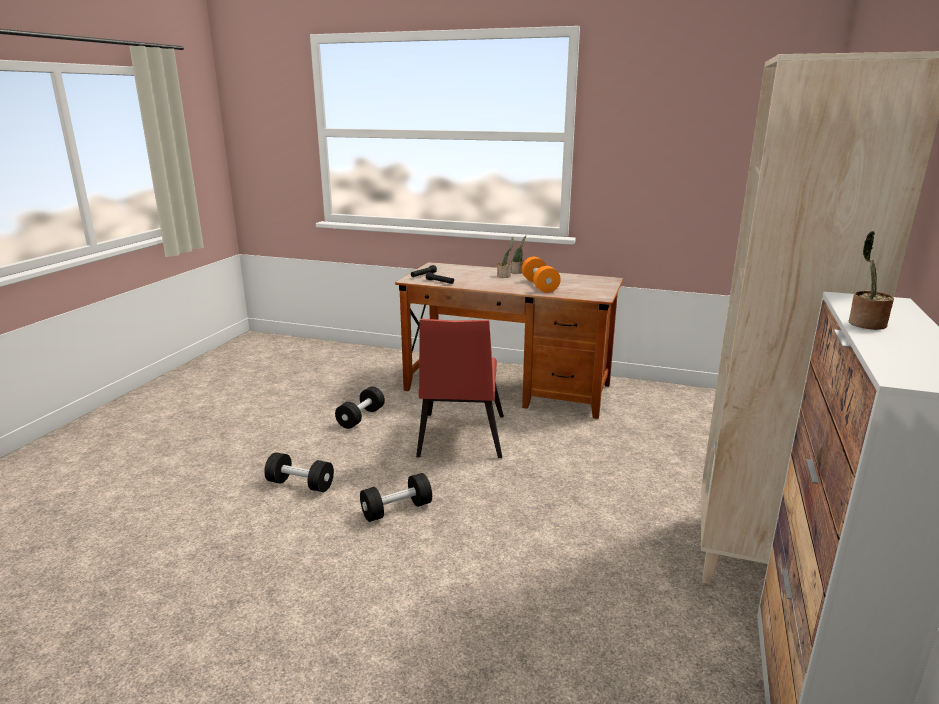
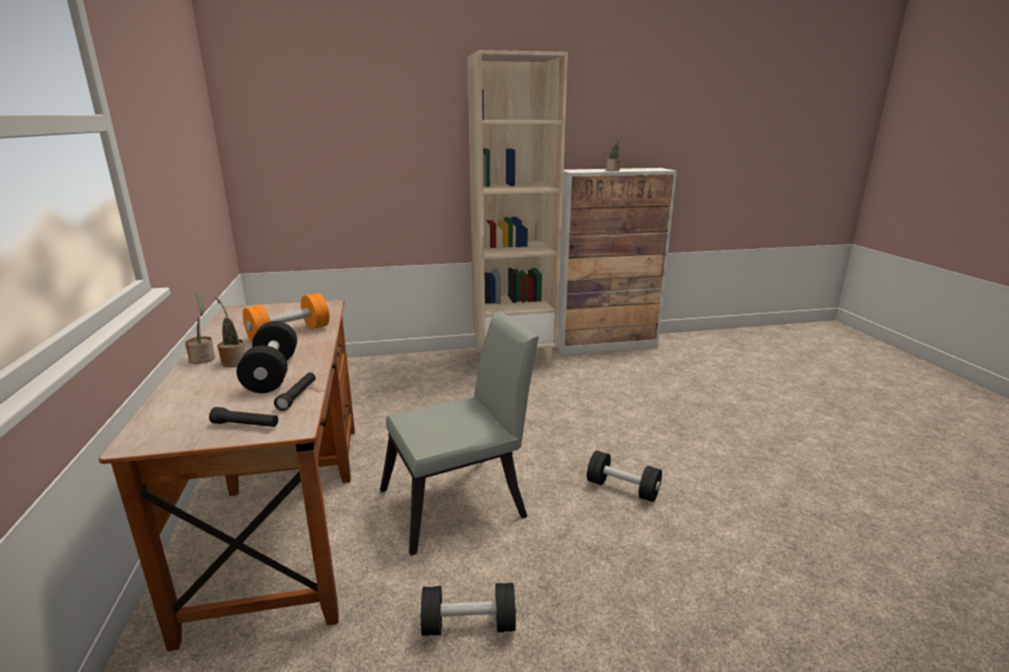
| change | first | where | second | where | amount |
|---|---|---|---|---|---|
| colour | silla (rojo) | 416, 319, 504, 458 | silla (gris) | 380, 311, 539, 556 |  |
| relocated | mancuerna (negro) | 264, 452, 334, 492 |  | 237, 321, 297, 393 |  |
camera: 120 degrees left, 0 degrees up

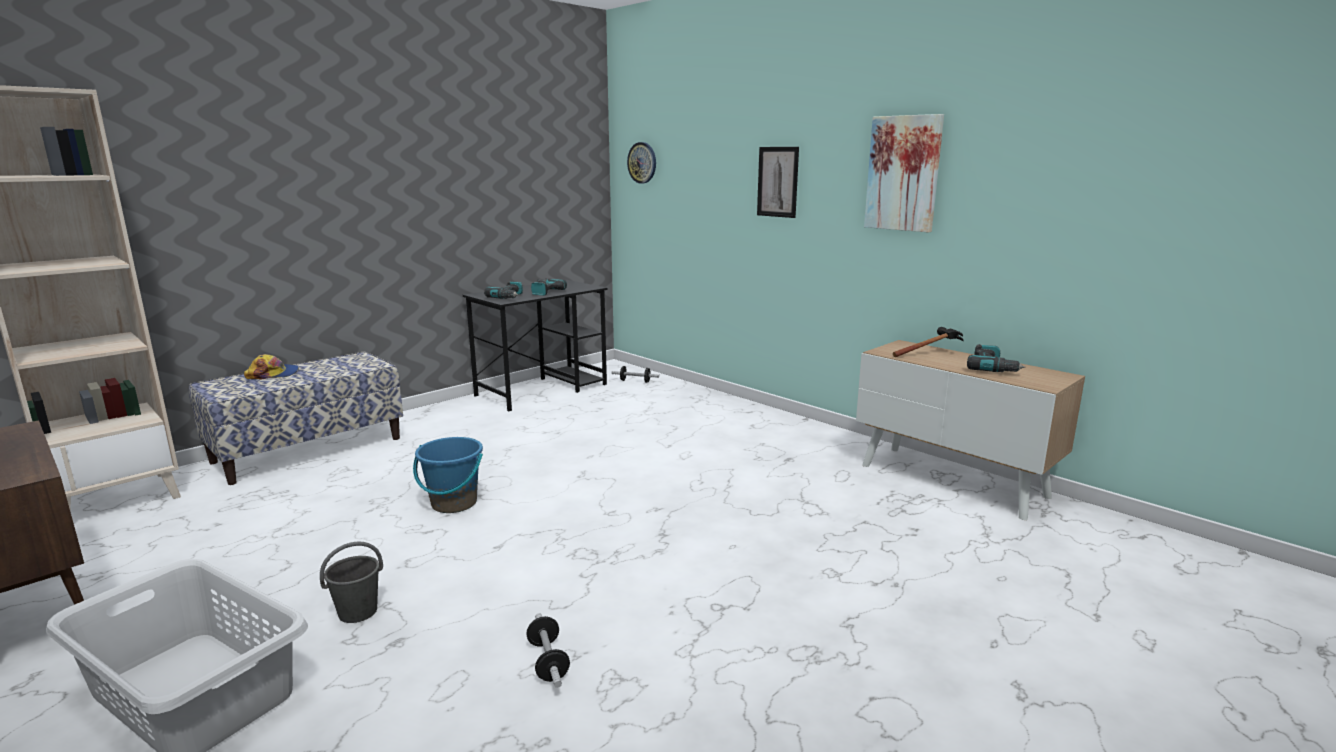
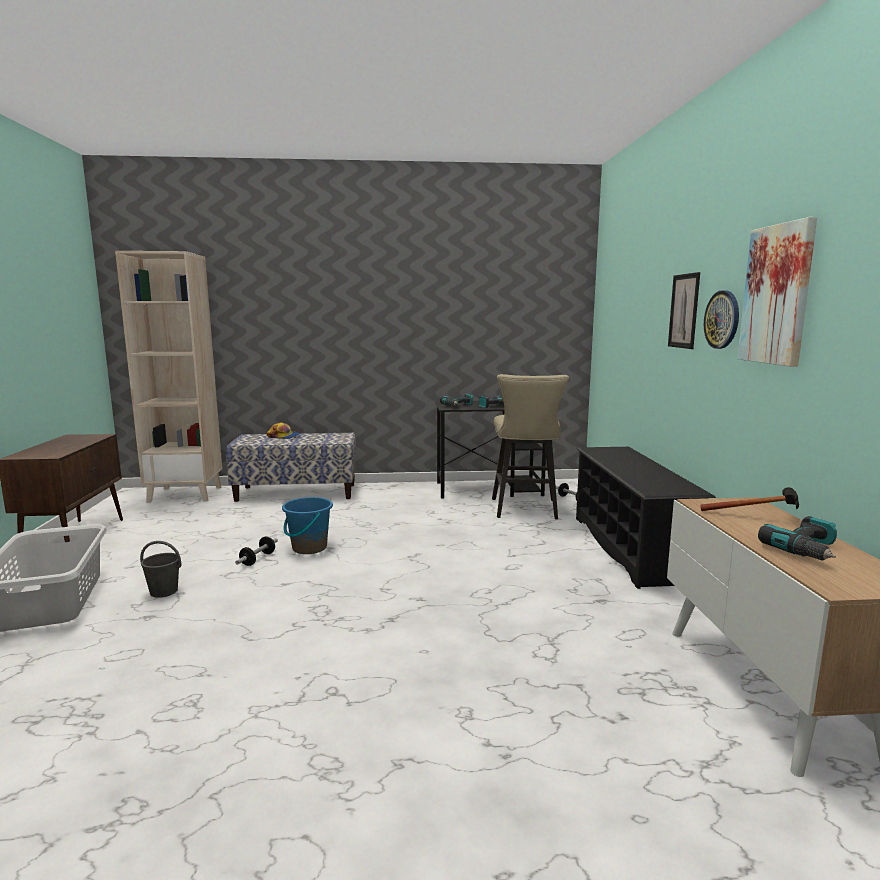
| change | first | where | second | where | amount |
|---|---|---|---|---|---|
| relocated | reloj de pared | 627, 142, 656, 184 |  | 704, 291, 739, 349 |  |
| relocated | mancuerna | 526, 613, 570, 688 |  | 235, 537, 278, 566 |  |
| appeared |  |  | taburete (beis) | 492, 374, 569, 519 |  |
| appeared |  |  | zapatero (negro) | 576, 447, 716, 589 |  |
camera: 40 degrees right, 5 degrees down

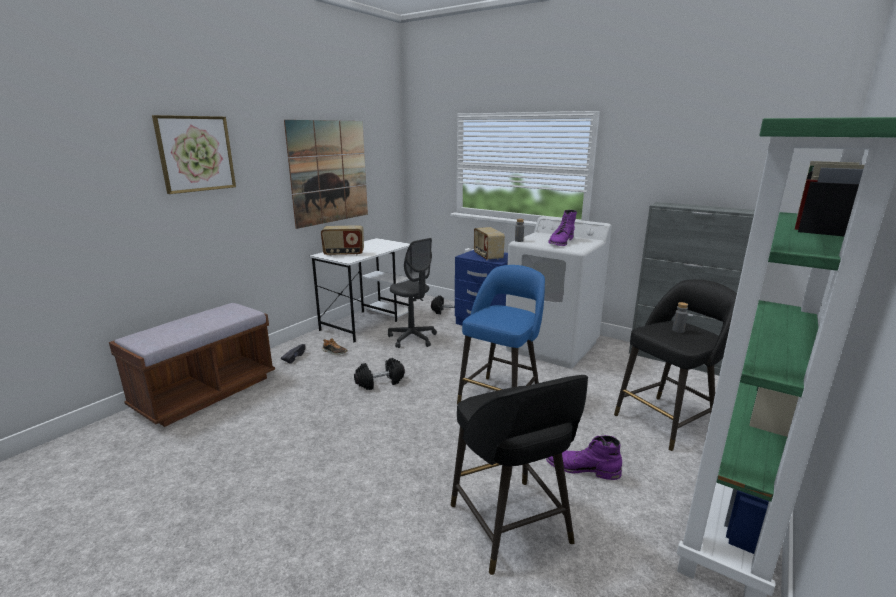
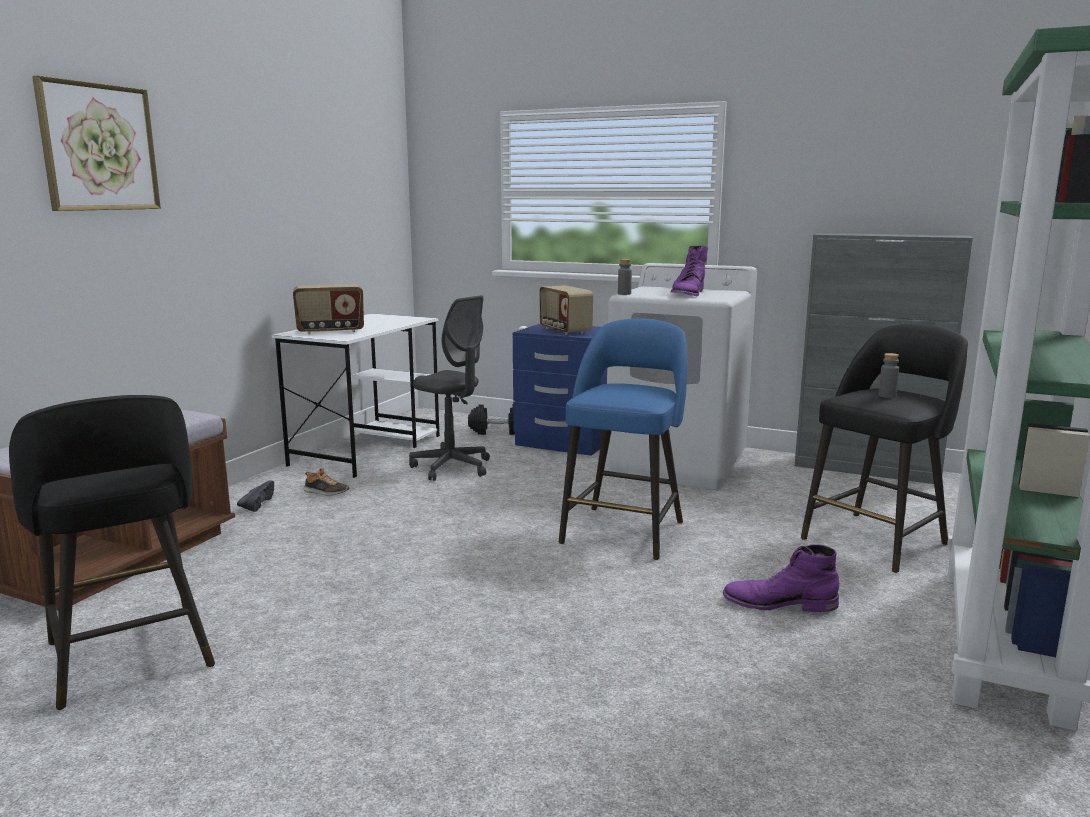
| change | first | where | second | where | amount |
|---|---|---|---|---|---|
| missing | cuadro | 284, 120, 368, 229 |  |  |  |
| missing | mancuerna (negro) | 354, 358, 405, 390 |  |  |  |
| relocated | taburete (negro) | 451, 375, 588, 575 |  | 9, 395, 215, 710 |  |
camera: 10 degrees left, 5 degrees down

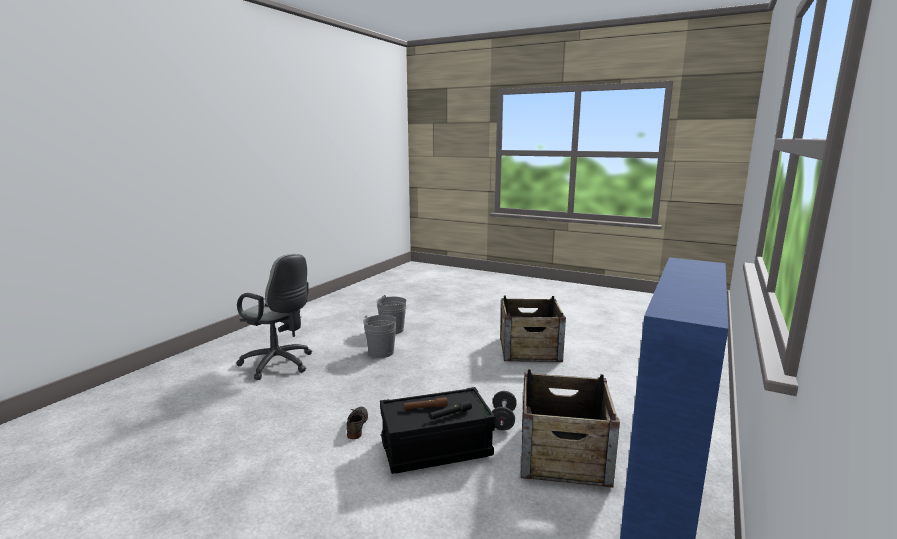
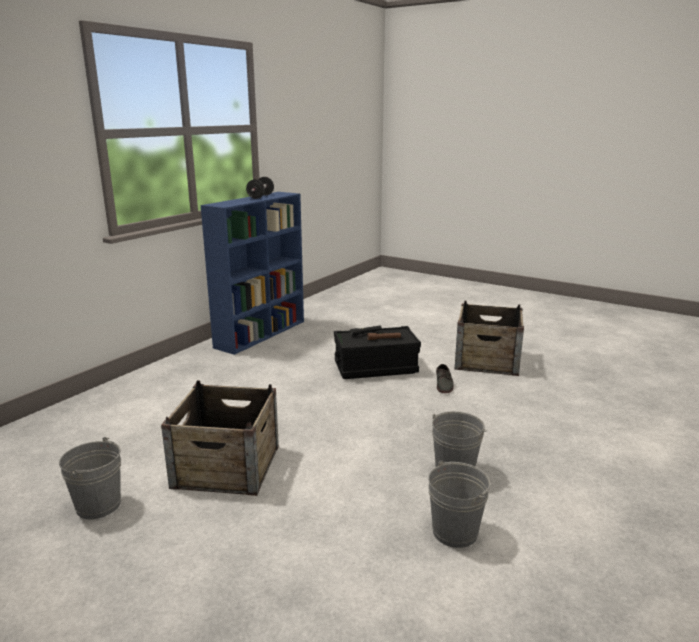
| change | first | where | second | where | amount |
|---|---|---|---|---|---|
| missing | silla de oficina (gris) | 236, 254, 312, 380 |  |  |  |
| relocated | caja de embalaje | 521, 369, 620, 488 |  | 455, 301, 524, 376 |  |
| relocated | mancuerna (negro) | 492, 391, 517, 431 |  | 246, 177, 274, 199 |  |
| appeared |  |  | cubo (gris) | 59, 437, 121, 519 |  |
camera: 175 degrees left, 5 degrees up

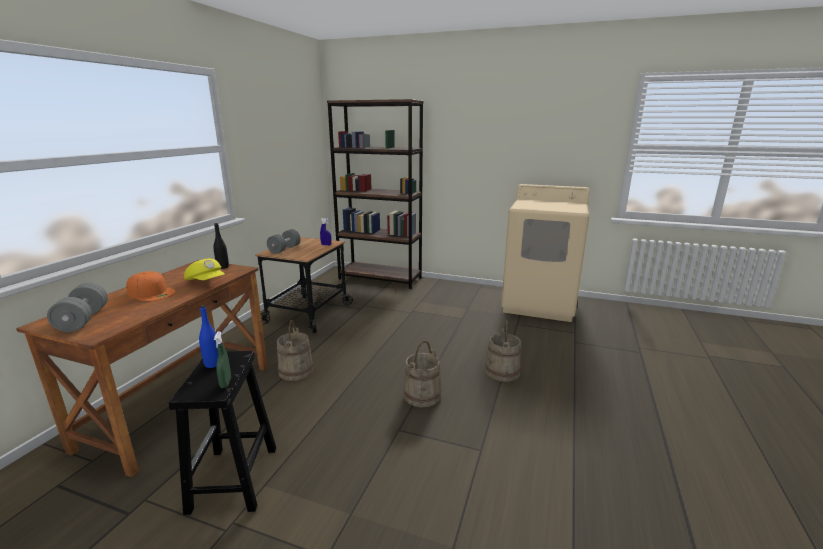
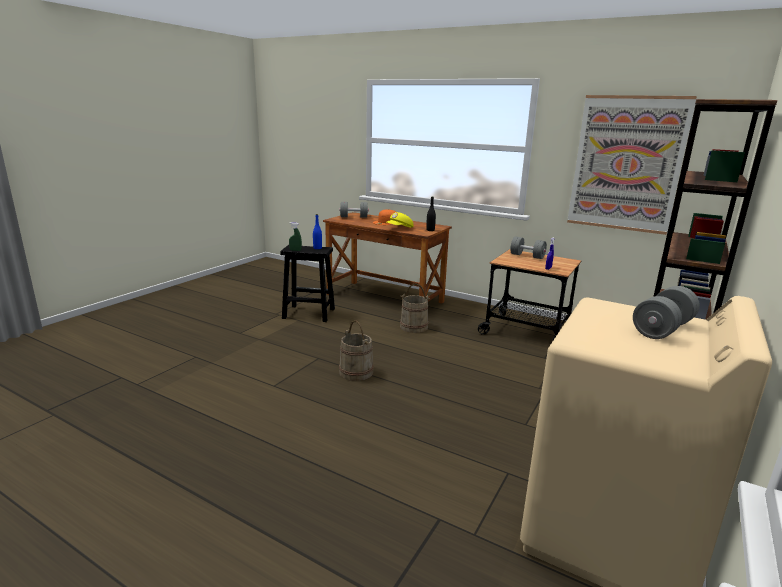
| change | first | where | second | where | amount |
|---|---|---|---|---|---|
| missing | cubo (beis) | 485, 321, 521, 382 |  |  |  |
| appeared |  |  | cuadro | 567, 95, 697, 235 |  |
| appeared |  |  | mancuerna (gris) | 633, 286, 700, 339 |  |
camera: 100 degrees right, 0 degrees up

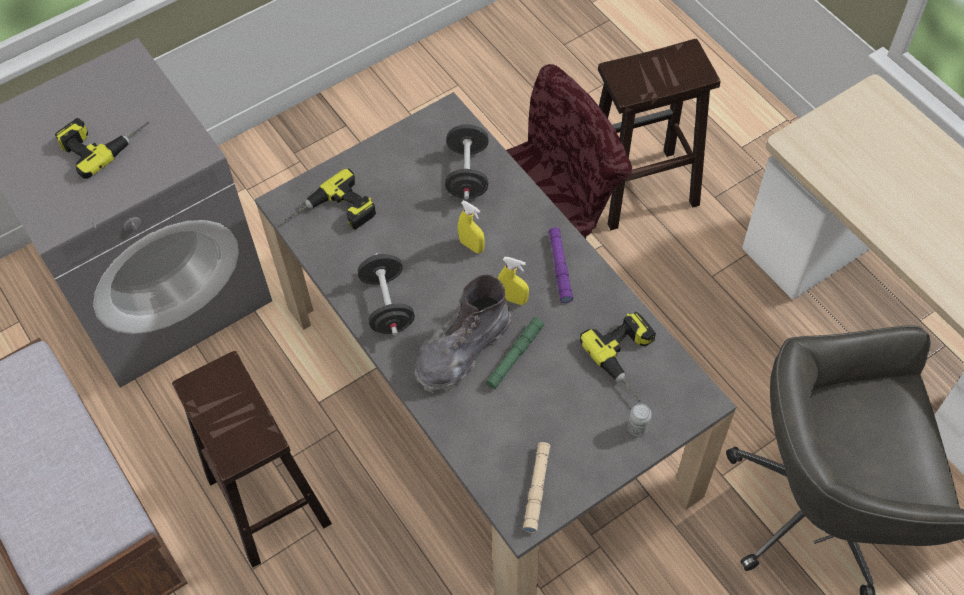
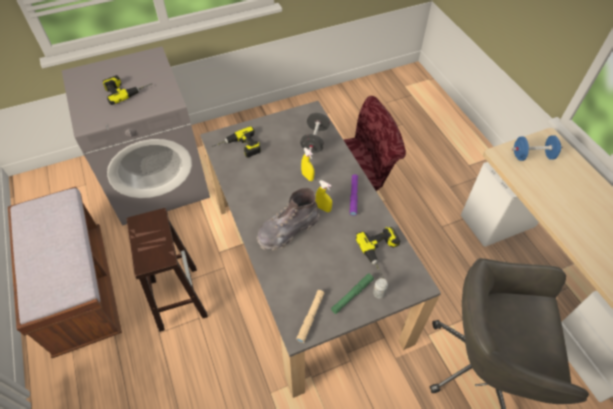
| change | first | where | second | where | amount |
|---|---|---|---|---|---|
| missing | taburete (marrón) | 598, 39, 720, 230 |  |  |  |
| missing | mancuerna (negro) | 357, 253, 415, 336 |  |  |  |
| relocated | linterna (verde) | 486, 317, 544, 389 |  | 331, 273, 374, 314 |  |
| appeared |  |  | mancuerna (azul) | 511, 135, 563, 161 |  |
camera: 10 degrees right, 5 degrees down

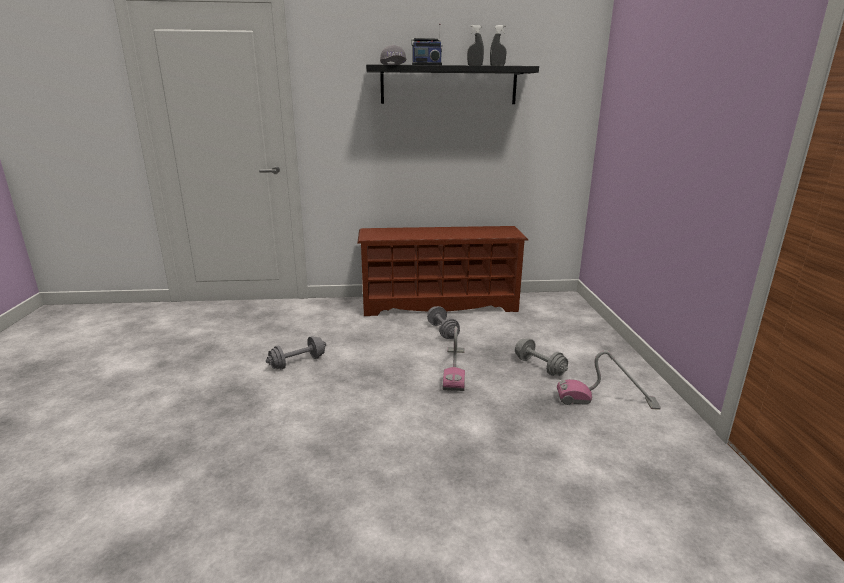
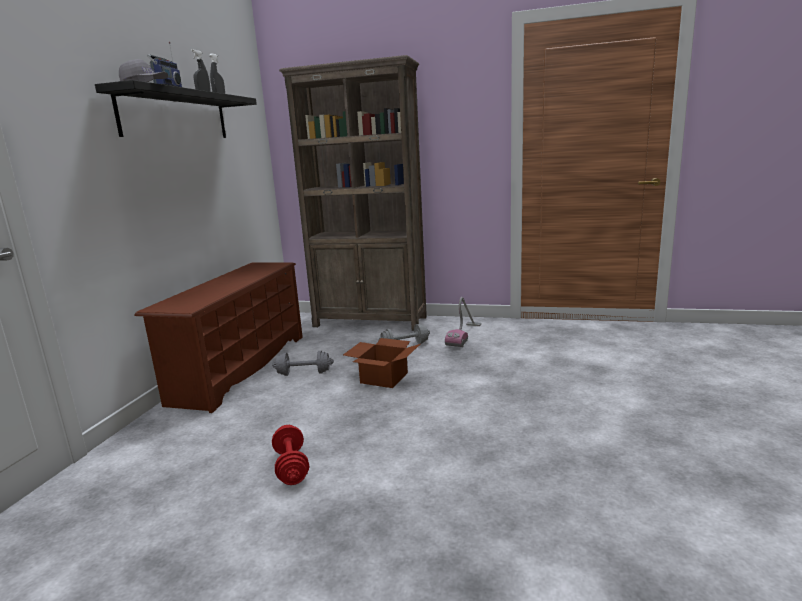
| change | first | where | second | where | amount |
|---|---|---|---|---|---|
| exchanged | aspiradora | 443, 326, 465, 391 | caja de cartón | 343, 338, 420, 388 |  |
| colour | mancuerna (gris) | 266, 336, 326, 369 | mancuerna (rojo) | 272, 425, 309, 485 |  |
| appeared |  |  | estantería (marrón) | 279, 55, 427, 331 |  |
camera: 70 degrees left, 5 degrees down

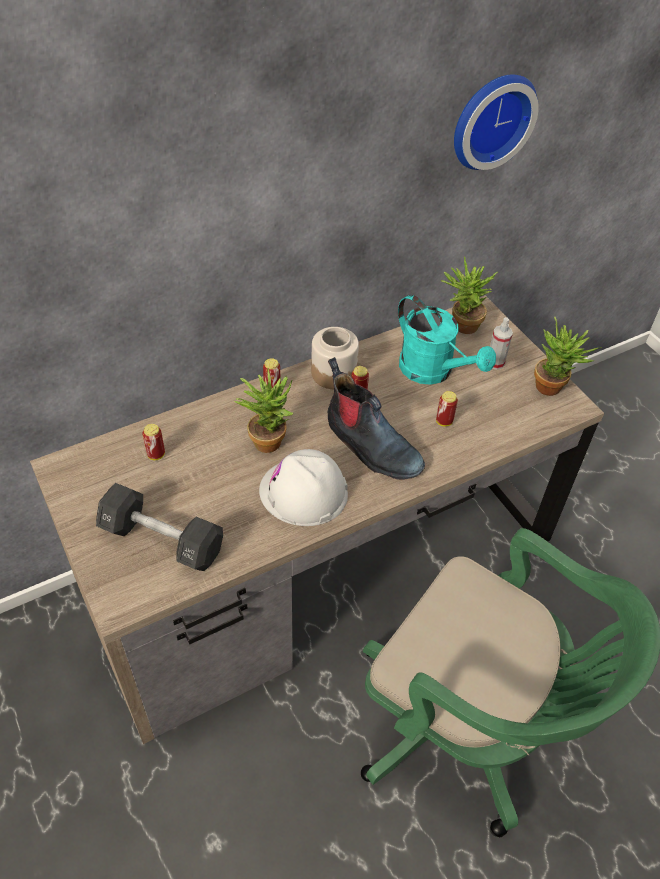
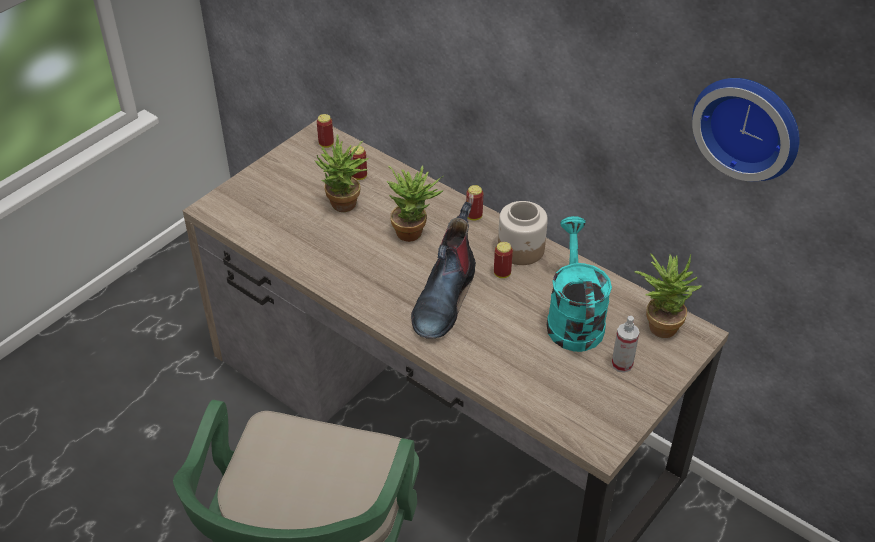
| change | first | where | second | where | amount |
|---|---|---|---|---|---|
| spun | regadera (turquesa) | 398, 295, 496, 385 |  | 547, 216, 612, 352 | 150 degrees clockwise |
| relocated | planta en maceta | 534, 317, 602, 396 |  | 315, 135, 369, 212 |  |
| relocated | lata | 436, 391, 458, 427 |  | 317, 114, 334, 148 |  |
| missing | casco (blanco) | 259, 449, 348, 526 |  |  |  |
| missing | mancuerna (negro) | 96, 483, 223, 571 |  |  |  |
camera: 70 degrees right, 5 degrees down

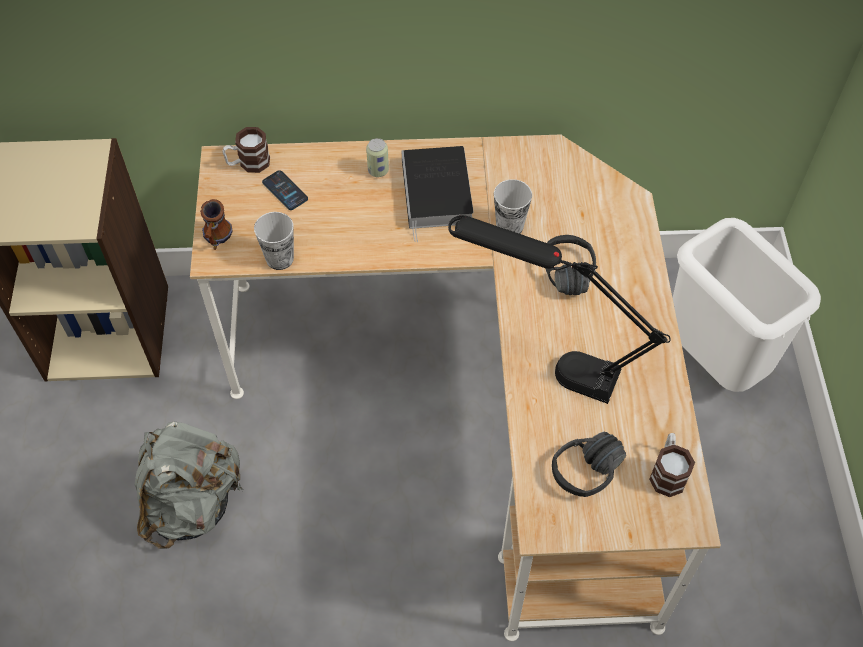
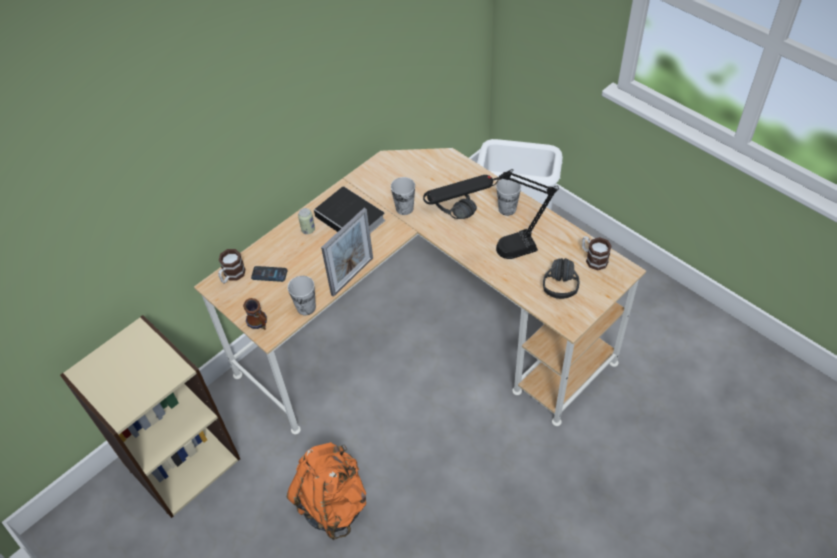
| change | first | where | second | where | amount |
|---|---|---|---|---|---|
| colour | mochila (gris) | 134, 422, 244, 549 | mochila (naranja) | 287, 442, 366, 540 |  |
| appeared |  |  | taza | 496, 177, 521, 216 |  |
| appeared |  |  | portarretratos | 321, 208, 373, 297 |  |
camera: 40 degrees left, 5 degrees down

